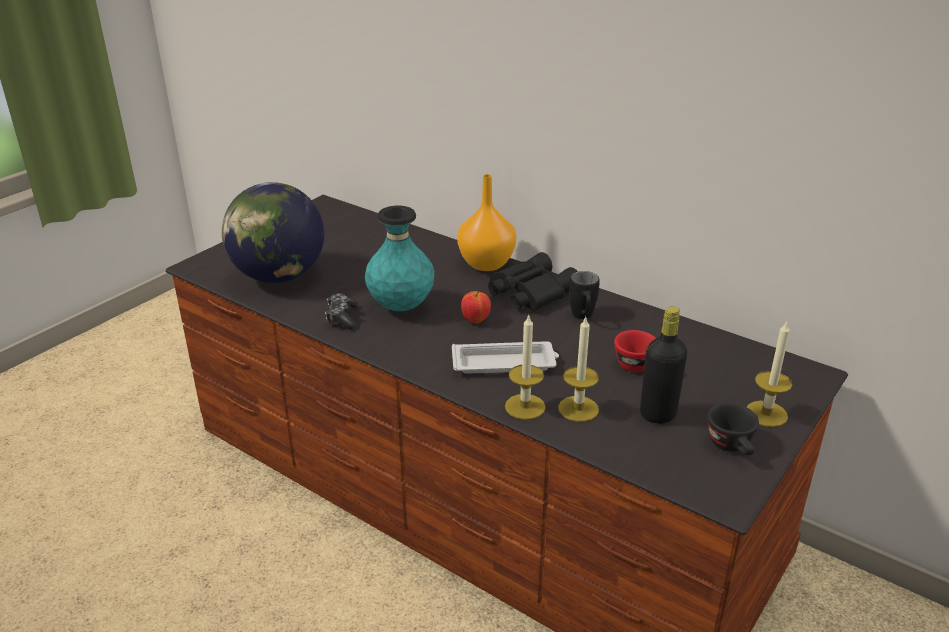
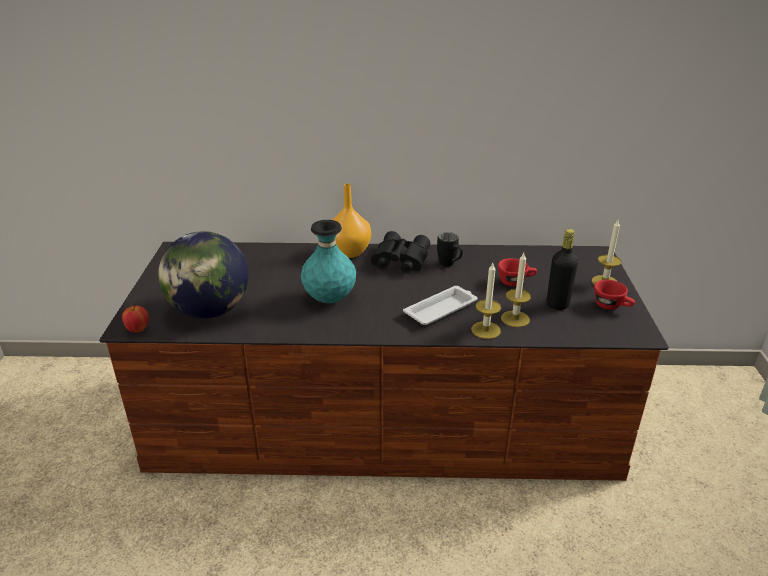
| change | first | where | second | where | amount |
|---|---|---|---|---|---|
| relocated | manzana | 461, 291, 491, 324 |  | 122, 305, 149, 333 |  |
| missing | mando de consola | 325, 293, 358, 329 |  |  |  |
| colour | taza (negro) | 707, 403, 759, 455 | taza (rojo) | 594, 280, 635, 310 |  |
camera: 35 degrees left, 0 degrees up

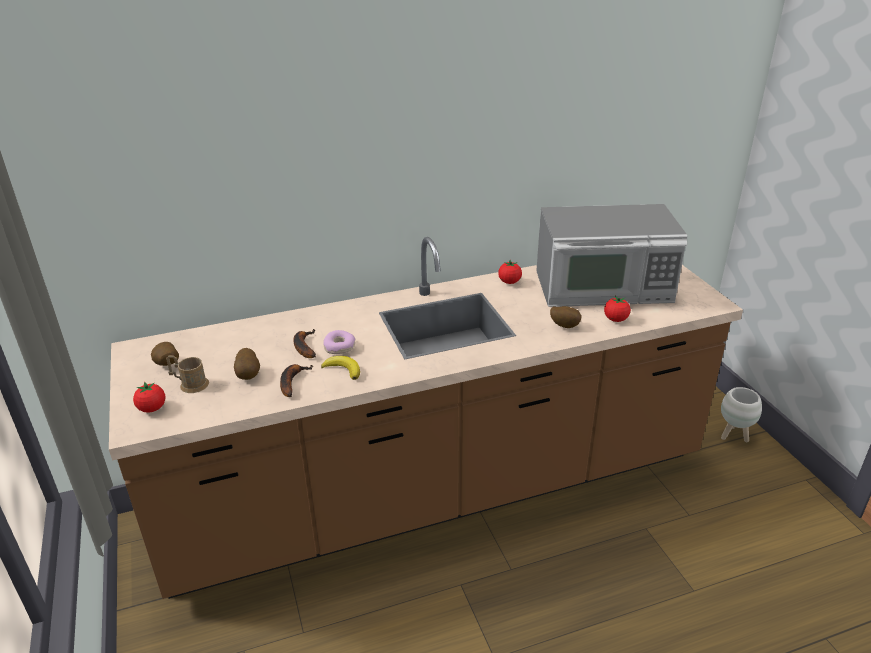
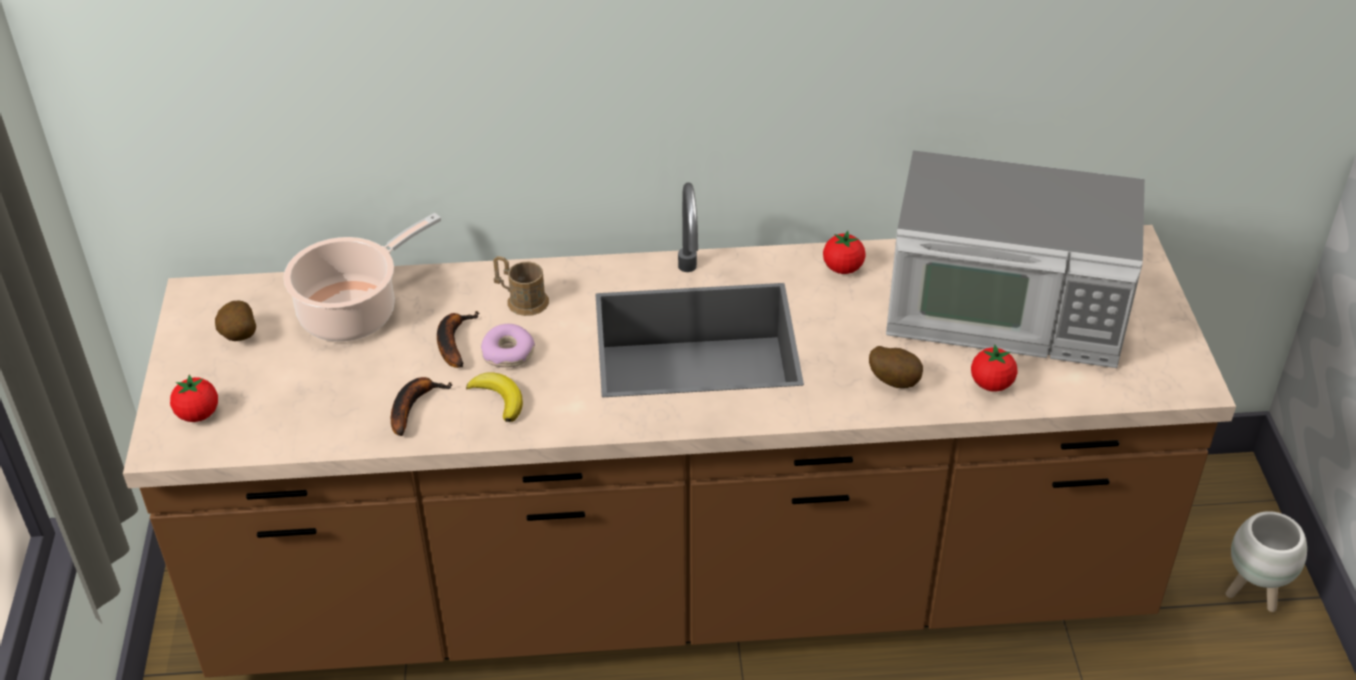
| change | first | where | second | where | amount |
|---|---|---|---|---|---|
| missing | patata | 234, 348, 260, 380 |  |  |  |
| relocated | taza grande (marrón) | 166, 356, 209, 393 |  | 493, 256, 549, 316 |  |
| appeared |  |  | olla | 283, 213, 441, 342 |  |
camera: 15 degrees right, 10 degrees up

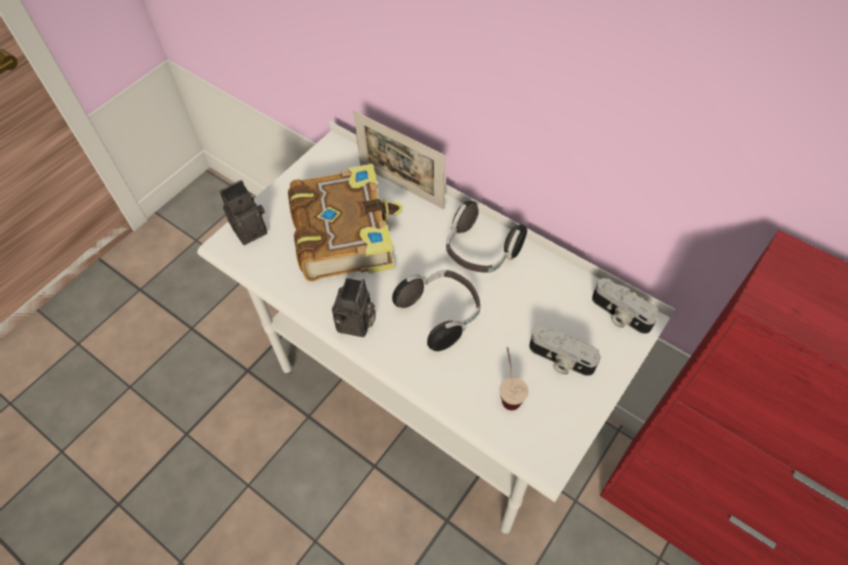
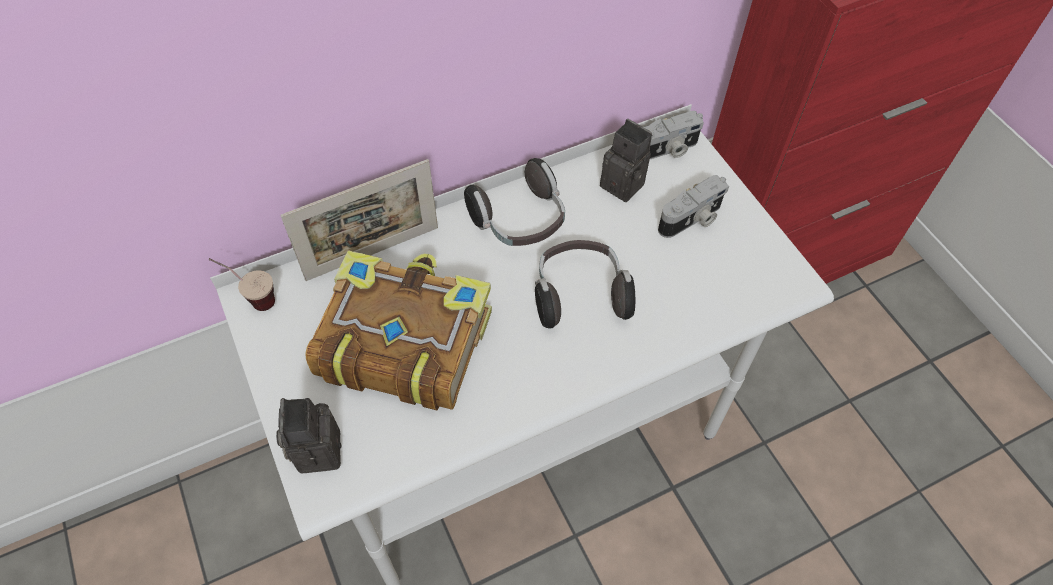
| change | first | where | second | where | amount |
|---|---|---|---|---|---|
| relocated | cámara | 332, 278, 376, 337 |  | 600, 119, 652, 202 |  |
| relocated | taza | 499, 347, 529, 410 |  | 209, 258, 275, 311 |  |
camera: 65 degrees left, 0 degrees up

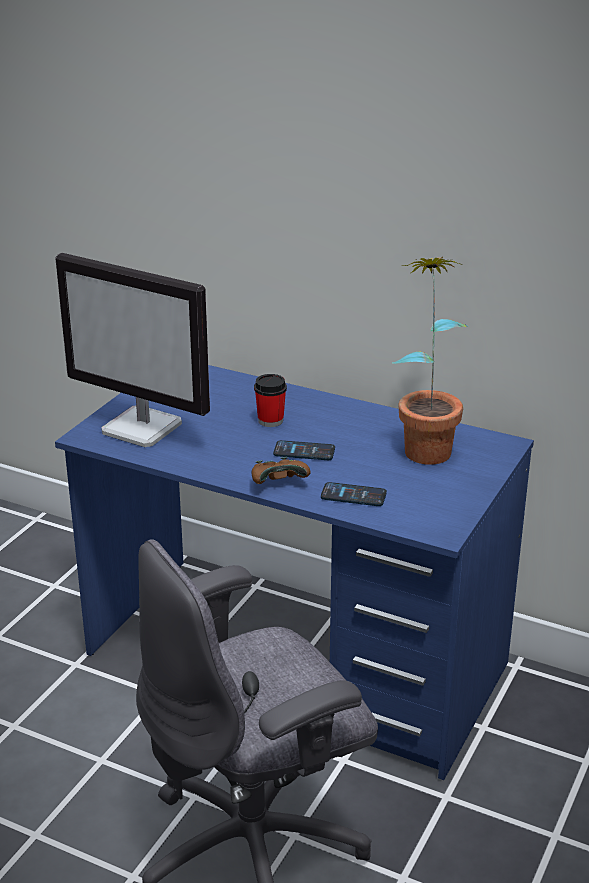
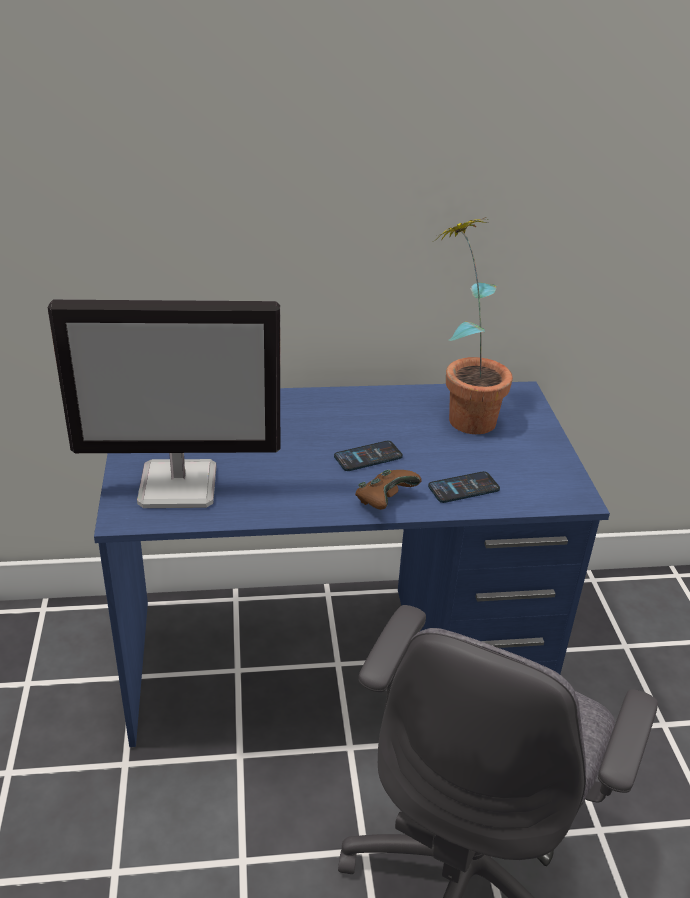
| change | first | where | second | where | amount |
|---|---|---|---|---|---|
| missing | taza | 254, 374, 287, 427 |  |  |  |
camera: 35 degrees left, 5 degrees up

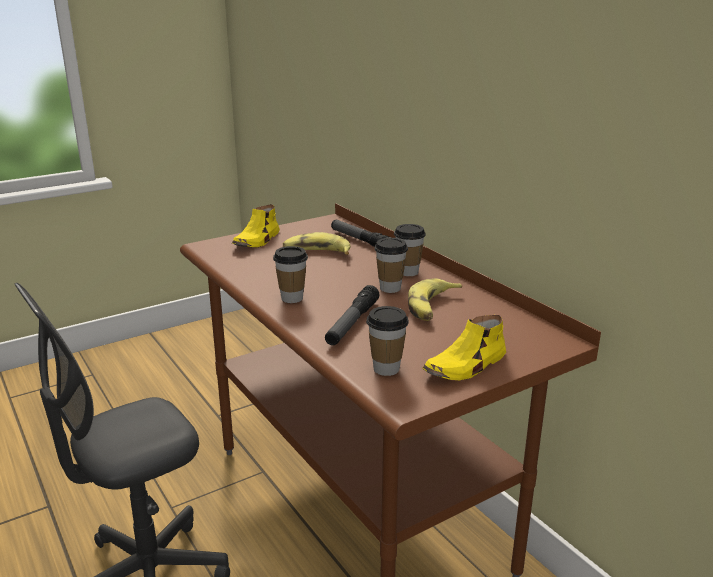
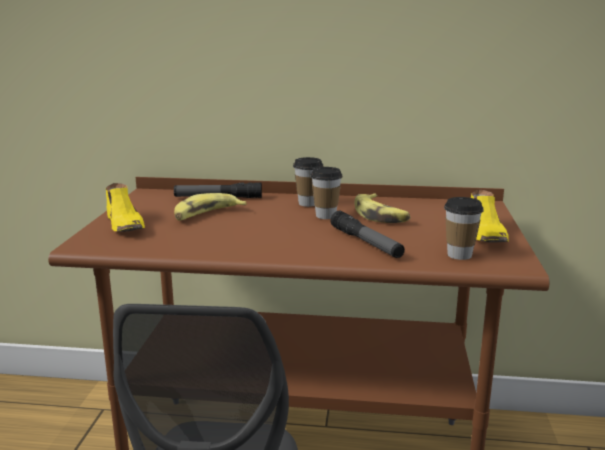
| change | first | where | second | where | amount |
|---|---|---|---|---|---|
| missing | taza | 273, 246, 308, 303 |  |  |  |
camera: 50 degrees left, 5 degrees down

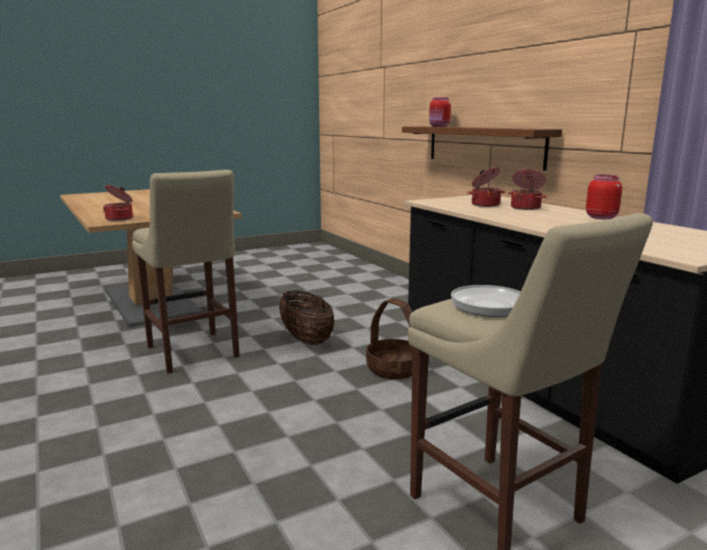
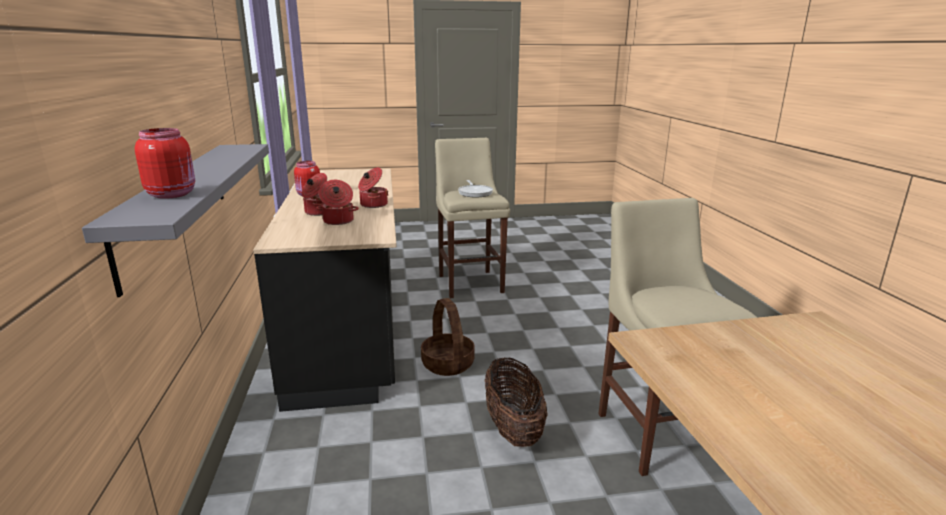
| change | first | where | second | where | amount |
|---|---|---|---|---|---|
| colour | estante (marrón) | 402, 126, 562, 171 | estante (gris) | 82, 144, 269, 297 |  |
| relocated | olla | 103, 185, 133, 221 |  | 358, 167, 388, 208 |  |
camera: 160 degrees left, 5 degrees up

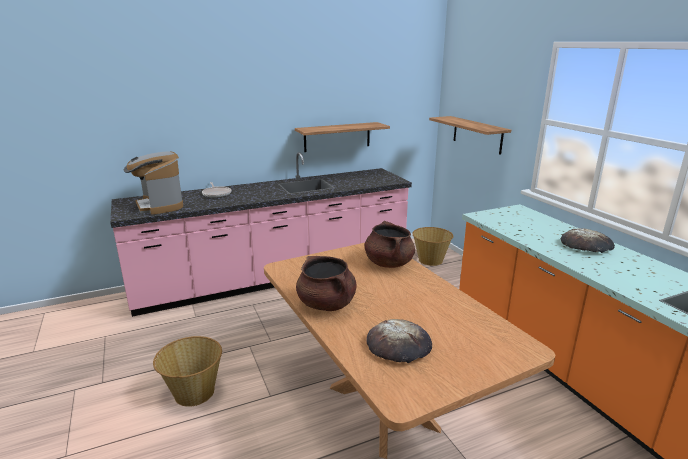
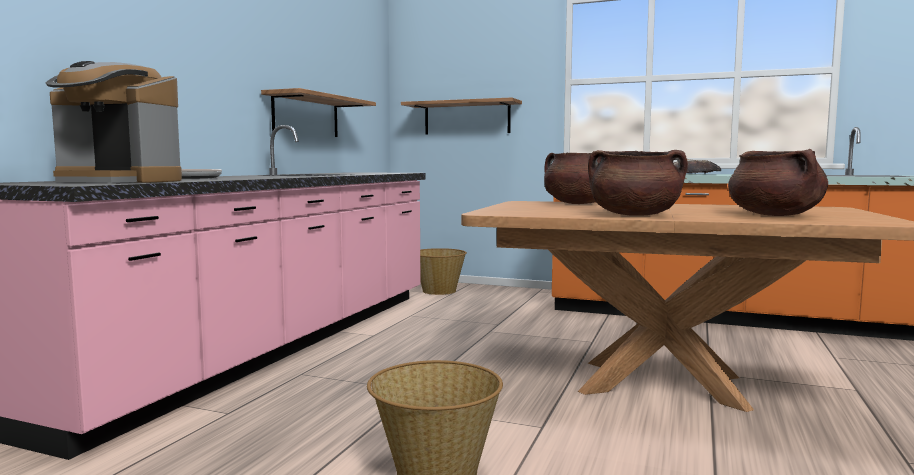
| change | first | where | second | where | amount |
|---|---|---|---|---|---|
| exchanged | pan | 366, 319, 432, 363 | olla (marrón) | 728, 149, 828, 216 |  |
camera: 45 degrees left, 15 degrees down

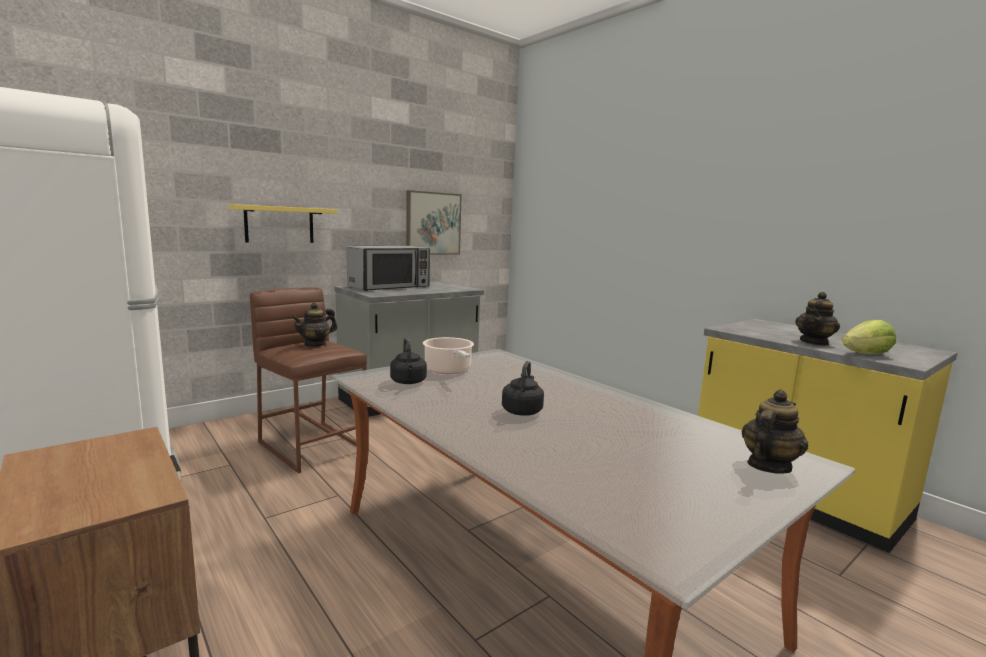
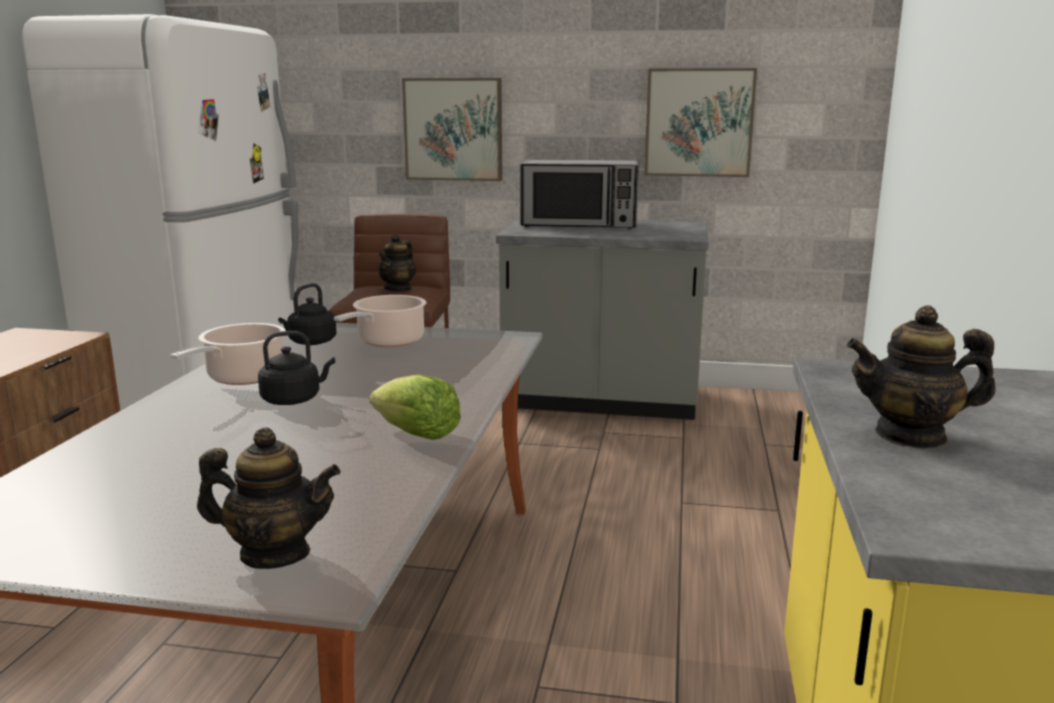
| change | first | where | second | where | amount |
|---|---|---|---|---|---|
| exchanged | estante (amarillo) | 228, 204, 337, 243 | cuadro | 402, 78, 502, 181 |  |
| spun | tetera | 291, 302, 337, 347 |  | 377, 234, 416, 292 | 75 degrees counterclockwise |
| relocated | lechuga | 842, 320, 896, 354 |  | 370, 374, 461, 440 |  |
| appeared |  |  | olla | 170, 323, 286, 385 |  |
camera: 50 degrees right, 5 degrees up

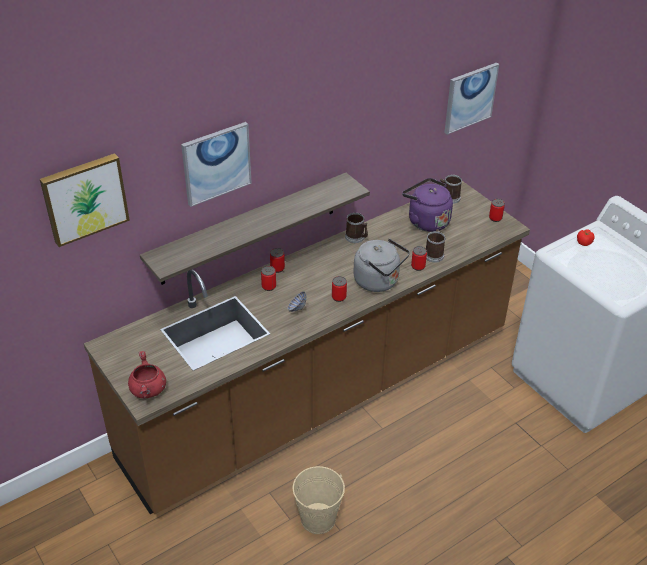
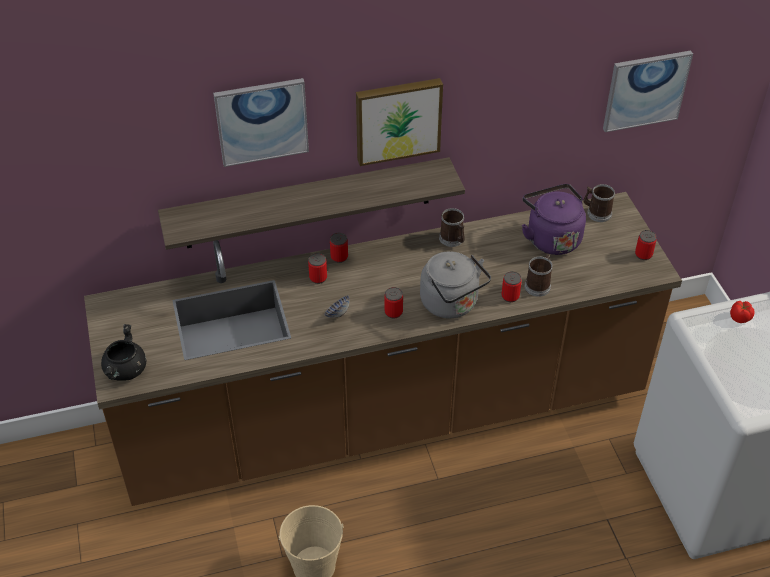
| change | first | where | second | where | amount |
|---|---|---|---|---|---|
| relocated | cuadro | 40, 153, 130, 247 |  | 356, 78, 443, 166 |  |
| colour | olla (rojo) | 128, 351, 166, 398 | olla (negro) | 101, 324, 146, 380 |  |
camera: 20 degrees right, 5 degrees up

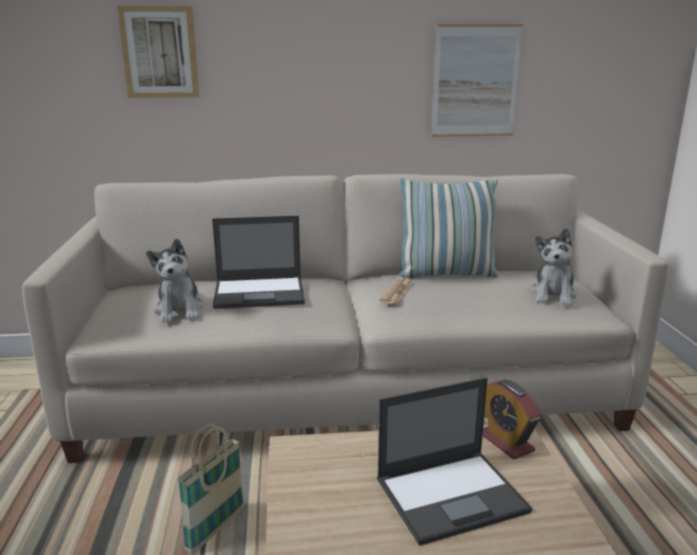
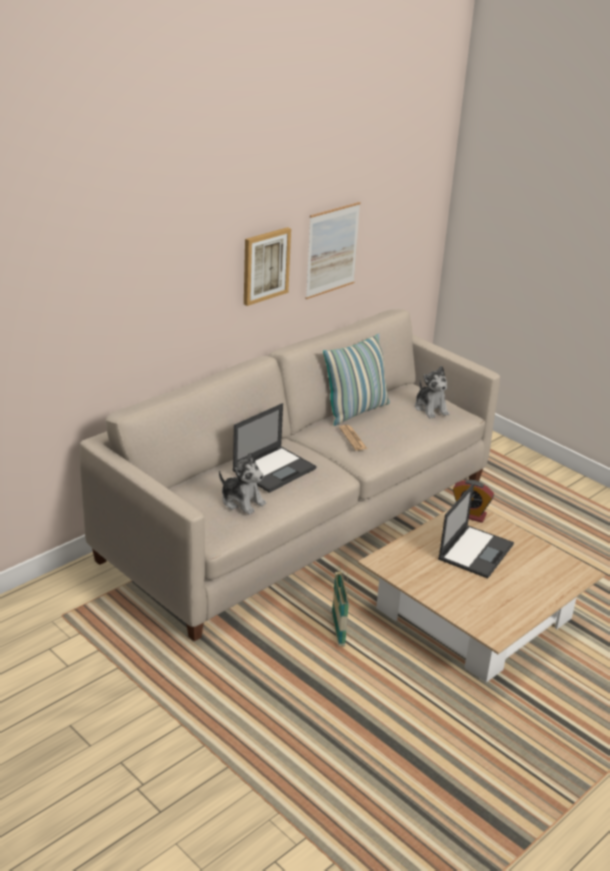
| change | first | where | second | where | amount |
|---|---|---|---|---|---|
| relocated | cuadro | 117, 6, 199, 98 |  | 244, 227, 291, 306 |  |
camera: 40 degrees left, 10 degrees up

